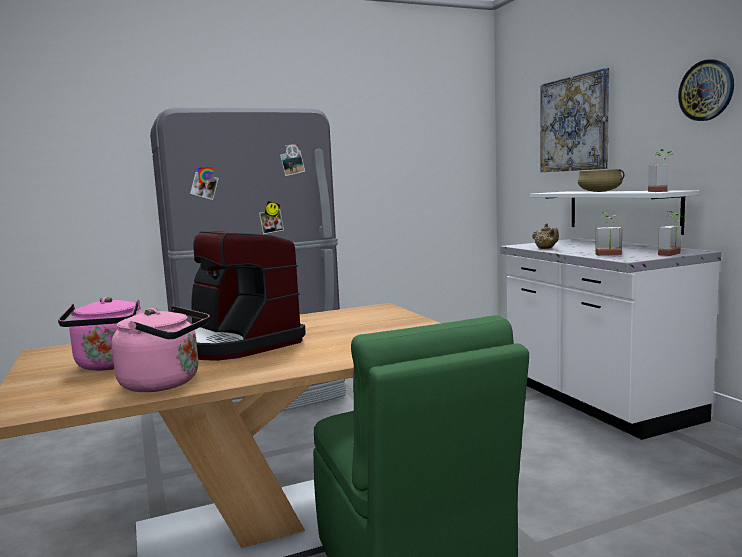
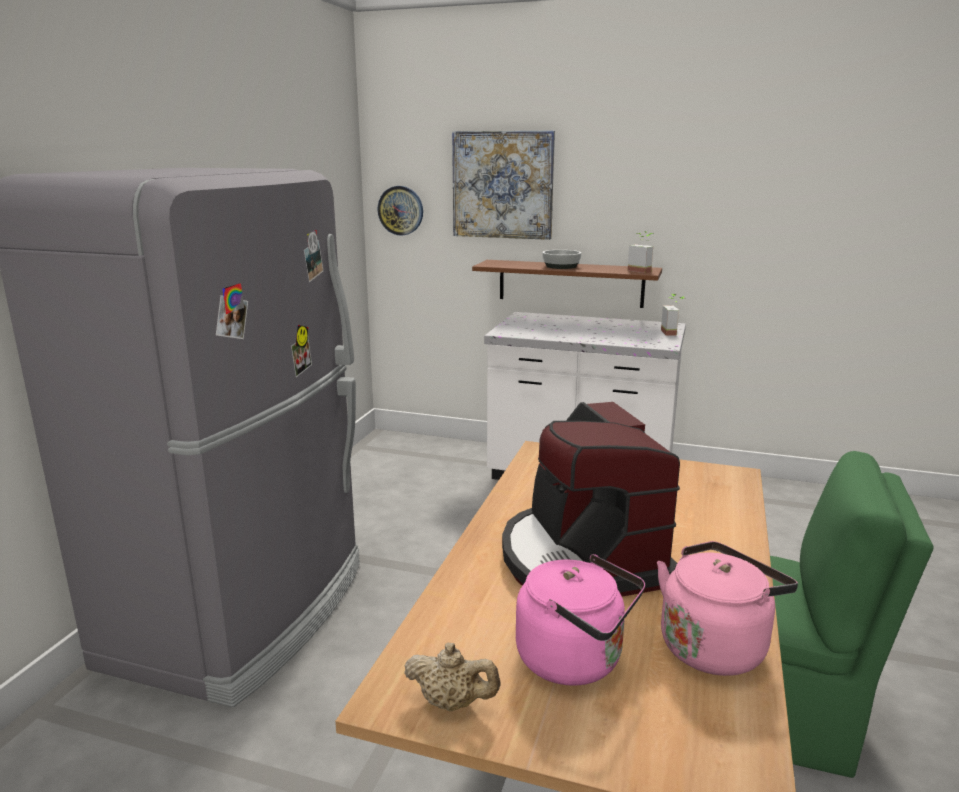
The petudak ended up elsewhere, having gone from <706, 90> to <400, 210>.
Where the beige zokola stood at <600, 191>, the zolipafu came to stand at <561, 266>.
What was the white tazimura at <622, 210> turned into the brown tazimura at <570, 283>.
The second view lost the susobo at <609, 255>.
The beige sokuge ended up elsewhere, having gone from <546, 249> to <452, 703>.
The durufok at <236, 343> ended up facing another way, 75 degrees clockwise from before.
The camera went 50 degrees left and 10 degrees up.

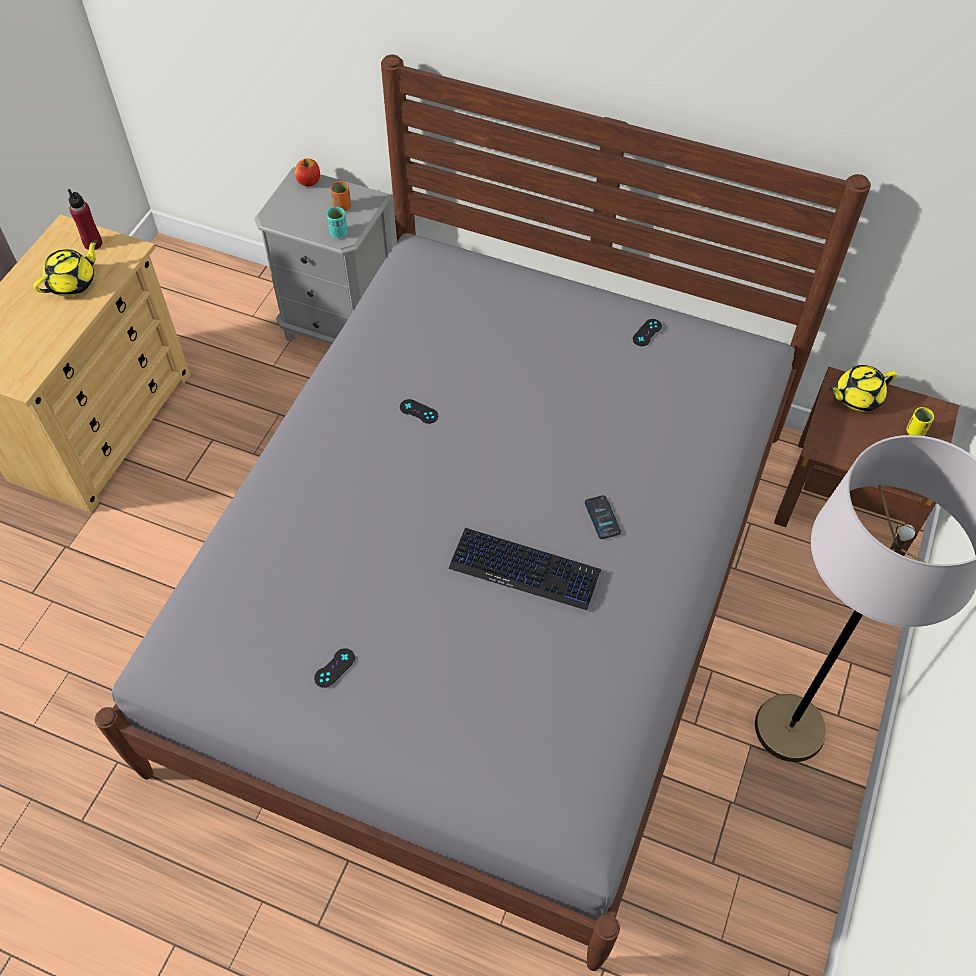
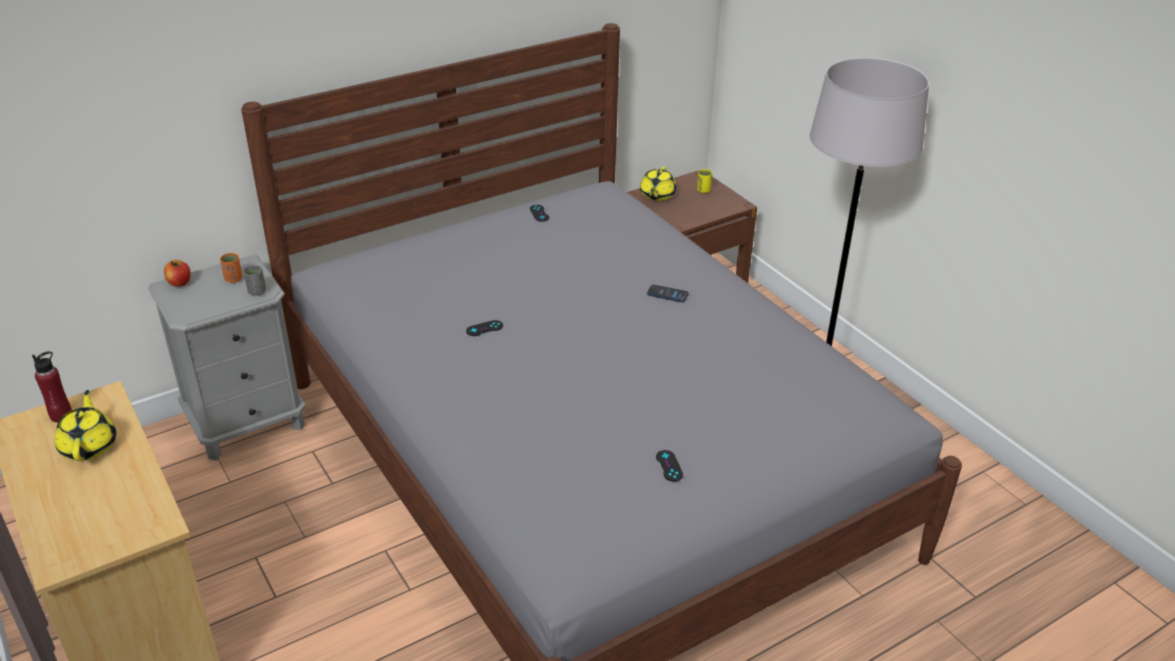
What was the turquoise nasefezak at <338, 233> turned into the grey nasefezak at <257, 291>.
The second view lost the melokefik at <525, 569>.
The camera went 55 degrees left and 20 degrees down.

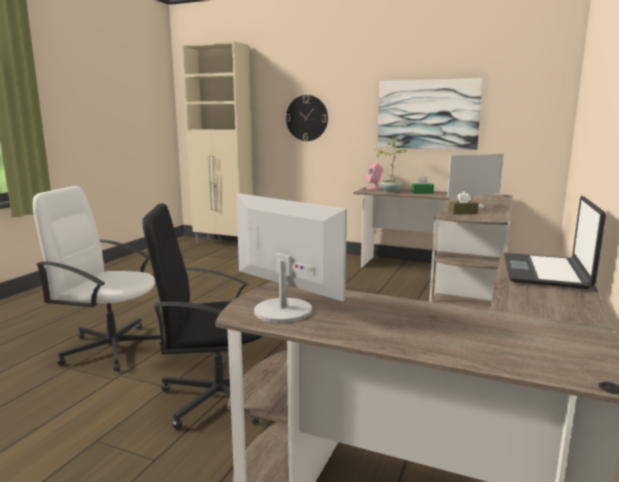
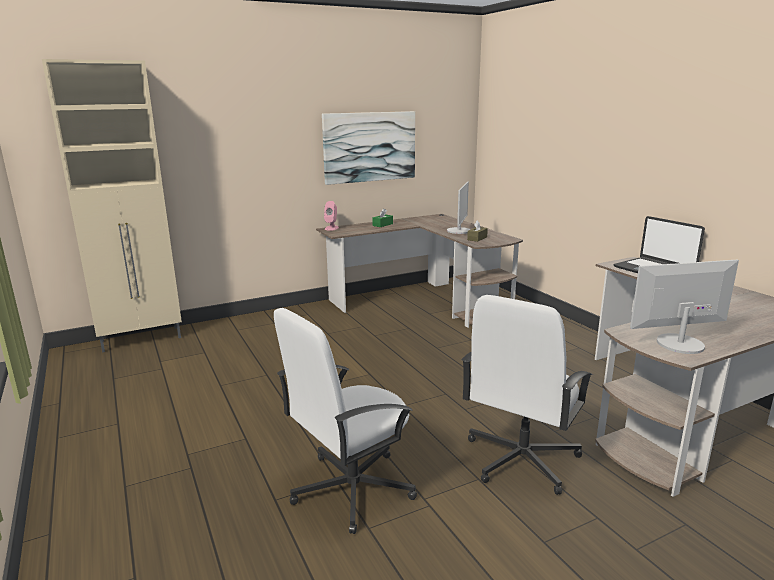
The second view lost the petudak at <307, 118>.
The second view lost the susobo at <390, 191>.
What was the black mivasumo at <217, 396> turned into the white mivasumo at <520, 459>.
The camera went 50 degrees left and 5 degrees up.

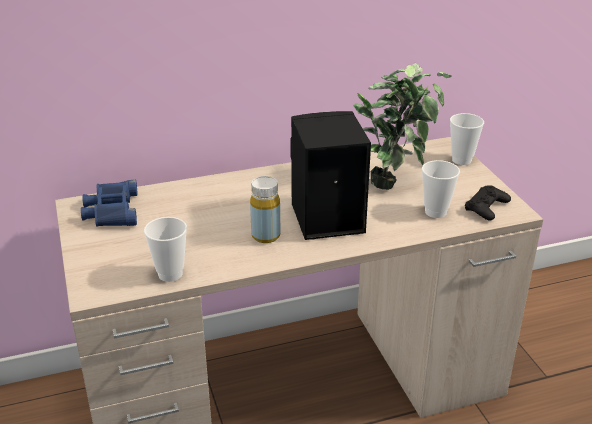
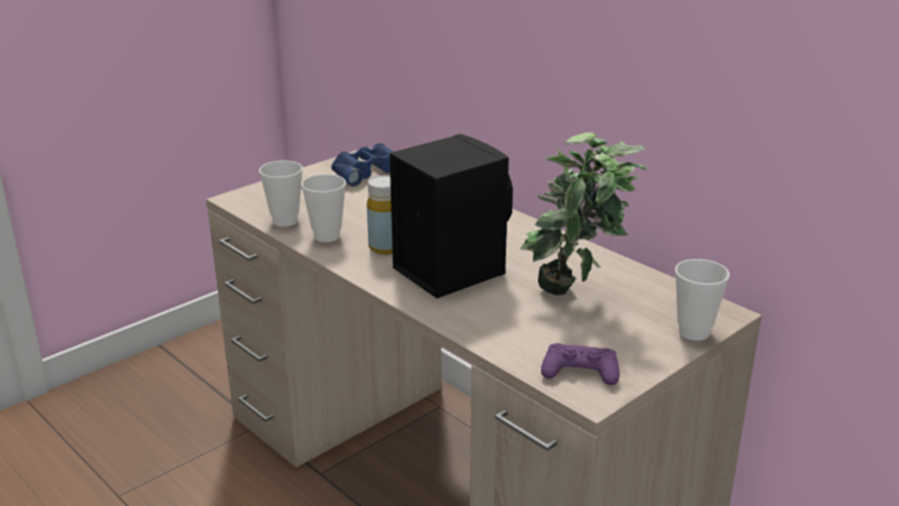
The nasefezak ended up elsewhere, having gone from <435, 212> to <327, 236>.
What was the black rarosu at <487, 207> turned into the purple rarosu at <580, 371>.
The camera went 65 degrees right and 5 degrees down.

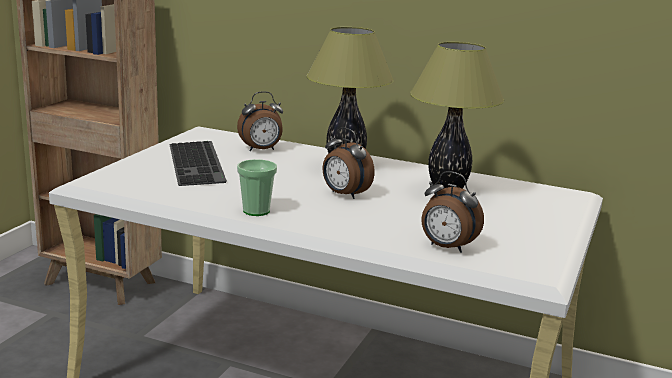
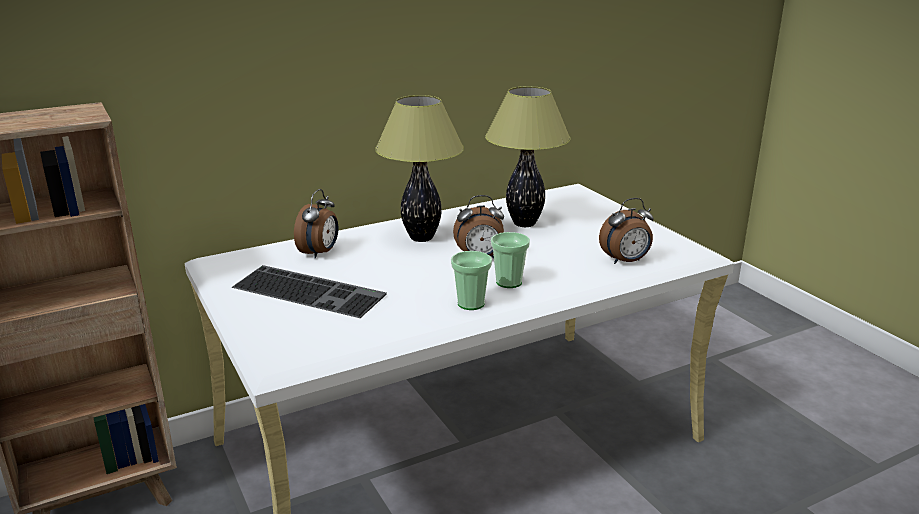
The second view gained the nasefezak at <509, 282>.
The camera went 50 degrees left and 5 degrees up.

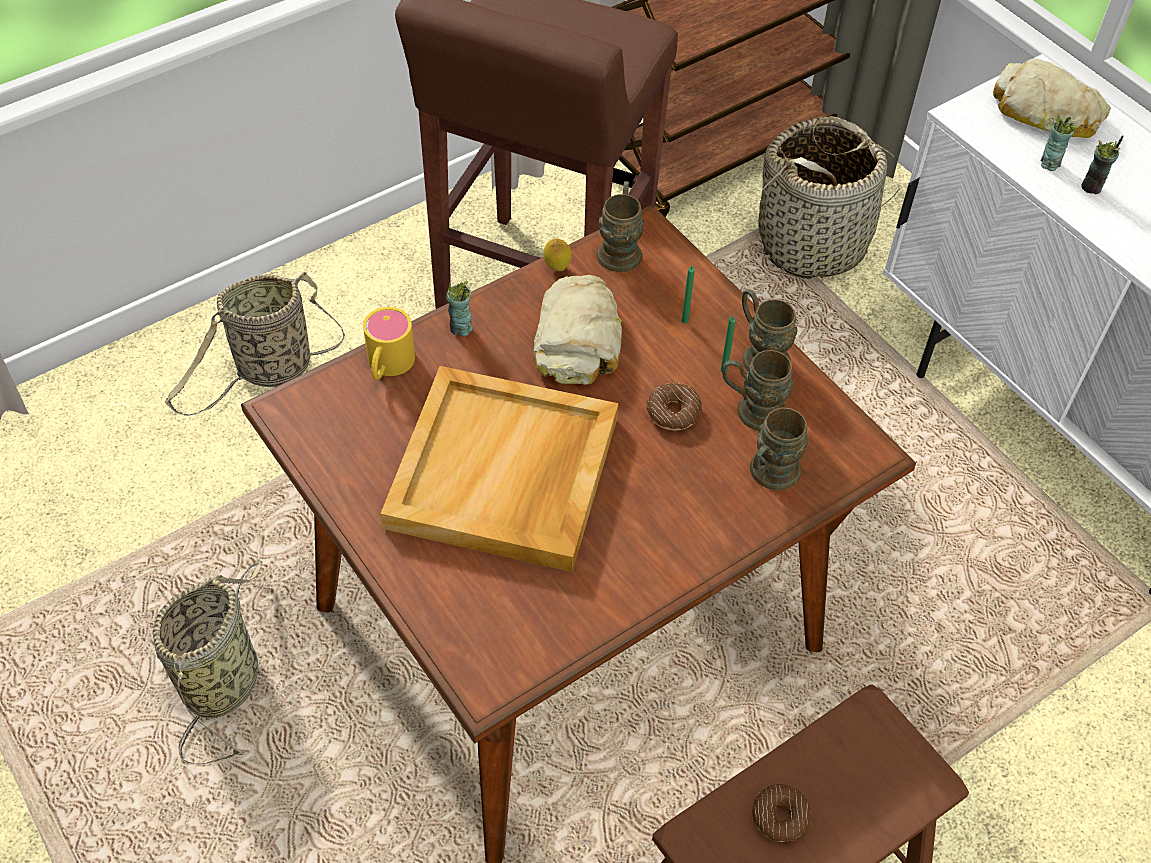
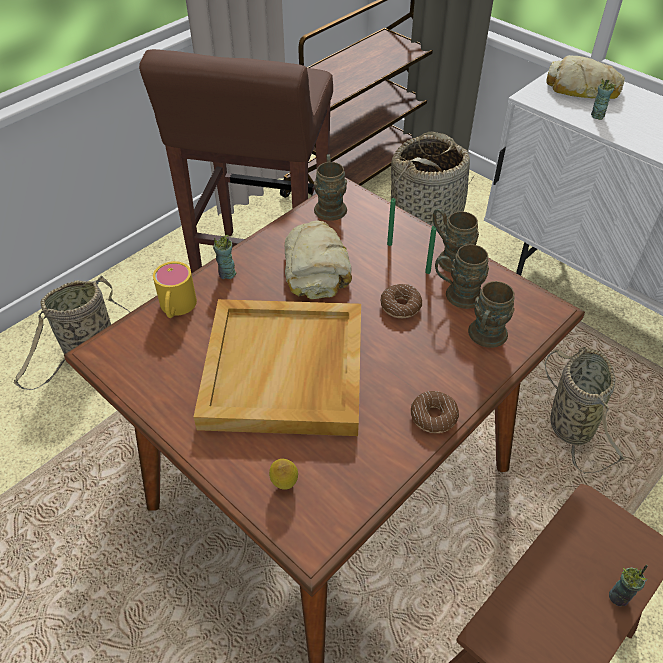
The nasefezak ended up elsewhere, having gone from <1092, 187> to <619, 597>.
The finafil ended up elsewhere, having gone from <557, 268> to <284, 484>.
The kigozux ended up elsewhere, having gone from <224, 678> to <569, 422>.
The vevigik ended up elsewhere, having gone from <780, 816> to <433, 416>.
The camera went 10 degrees left and 5 degrees down.

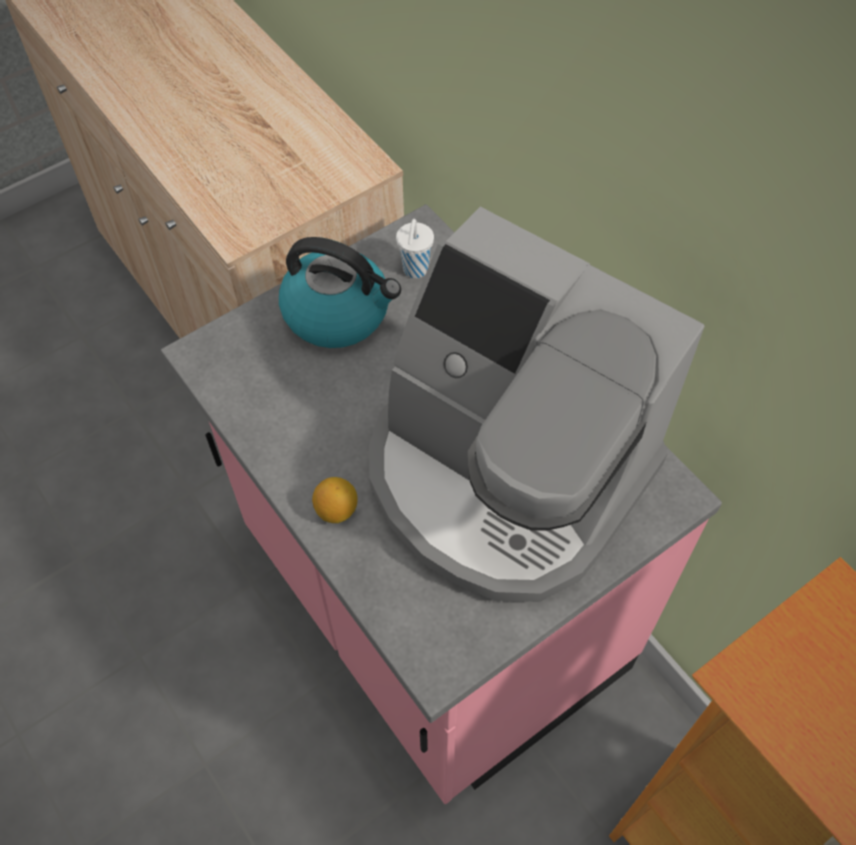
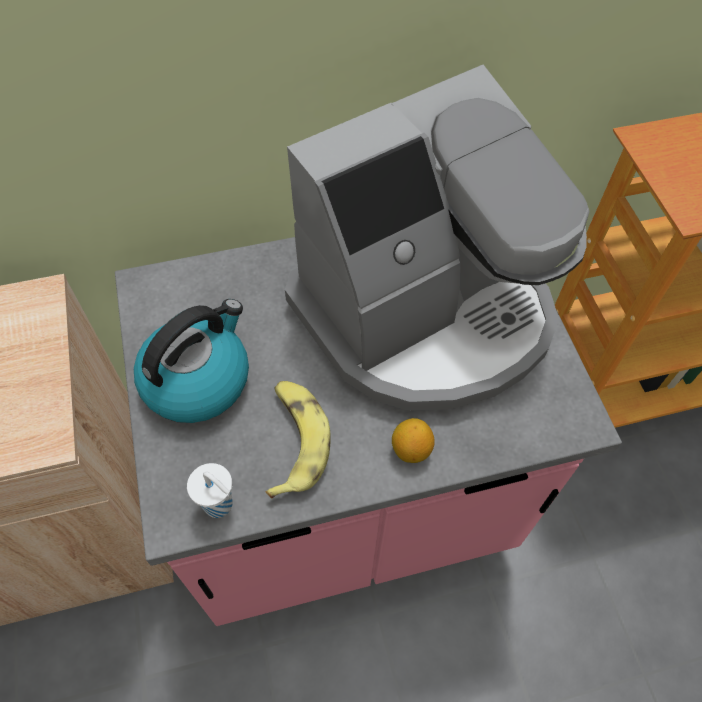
The white nasefezak ended up elsewhere, having gone from <415, 270> to <219, 505>.
The second view gained the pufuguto at <294, 440>.
The camera went 70 degrees left and 0 degrees up.

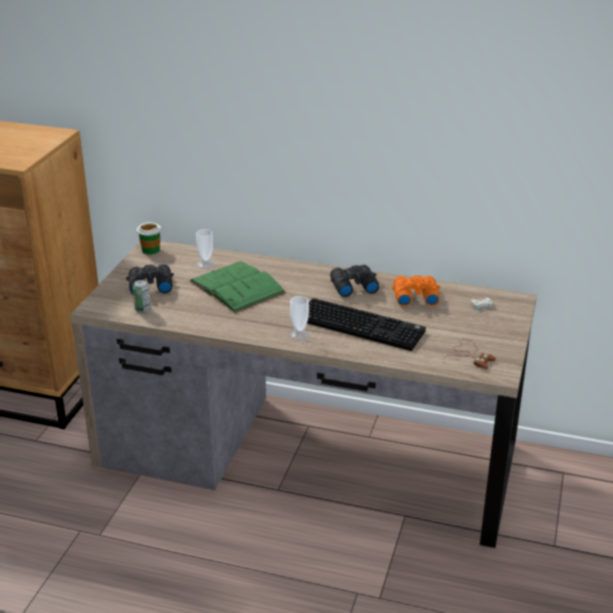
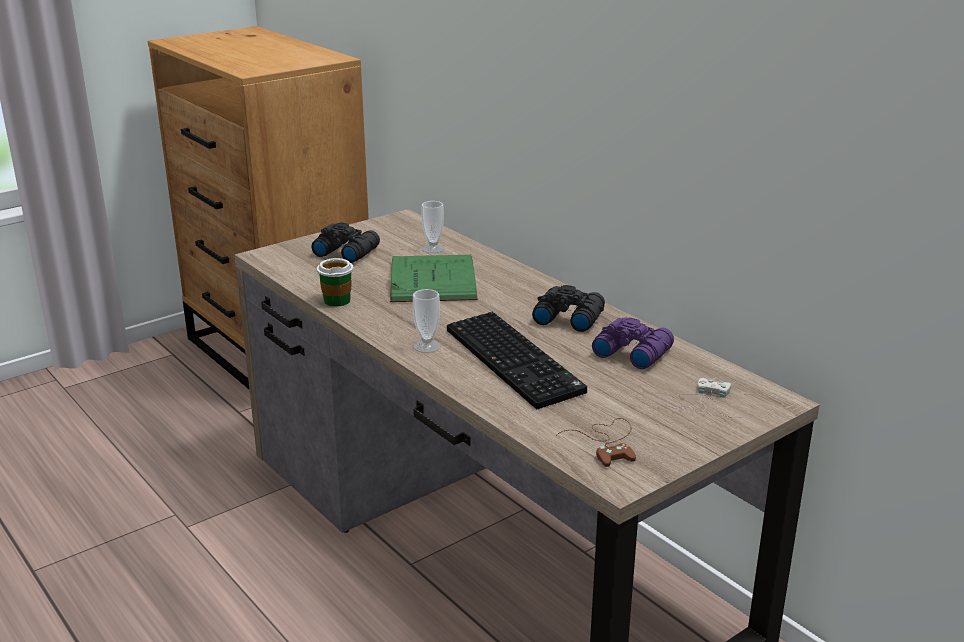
The nasefezak ended up elsewhere, having gone from <150, 250> to <337, 300>.
What was the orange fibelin at <414, 297> turned into the purple fibelin at <631, 352>.
The second view lost the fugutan at <143, 309>.
The camera went 35 degrees right and 5 degrees down.

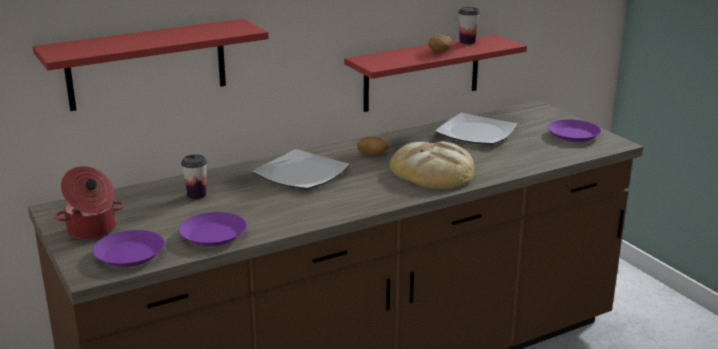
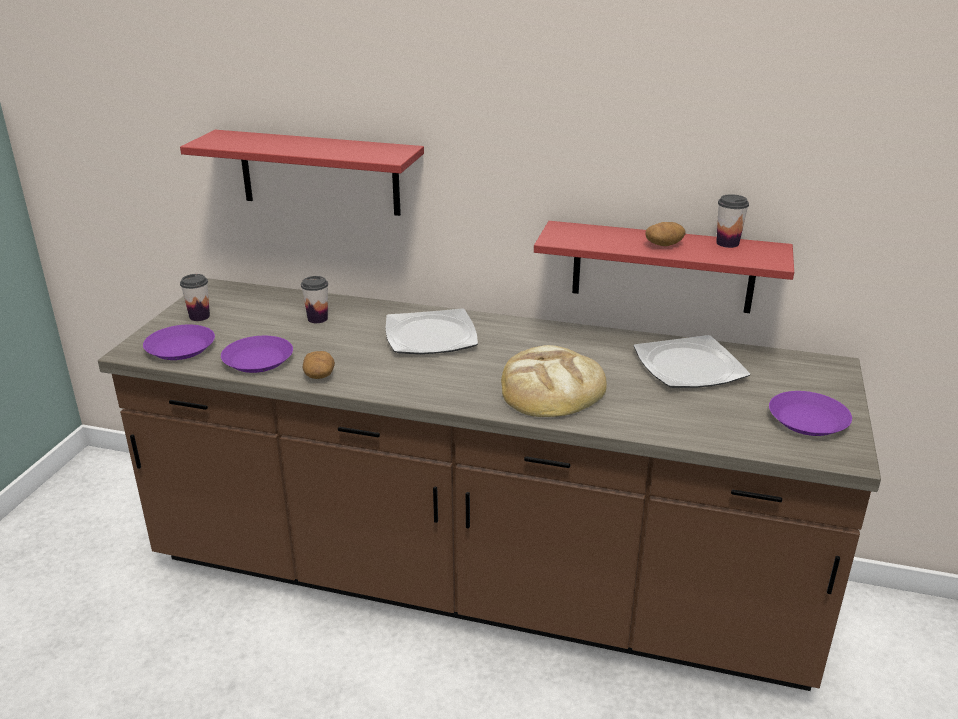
The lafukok ended up elsewhere, having gone from <373, 154> to <319, 375>.
Where the zokola stood at <92, 230>, the nasefezak came to stand at <199, 316>.
The camera went 45 degrees right and 5 degrees up.

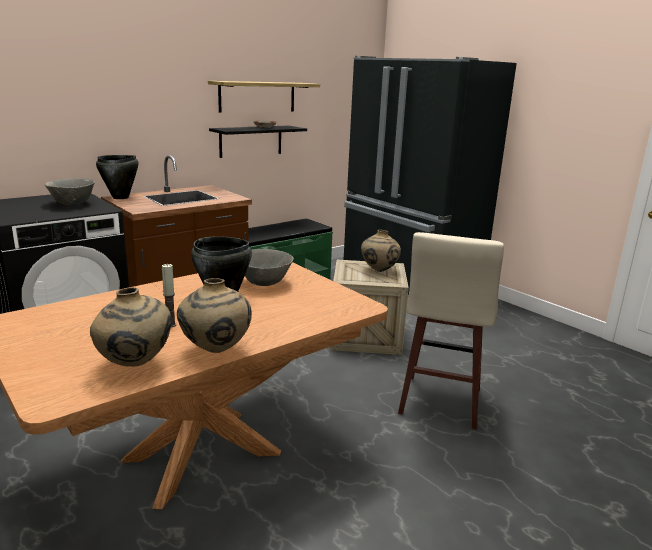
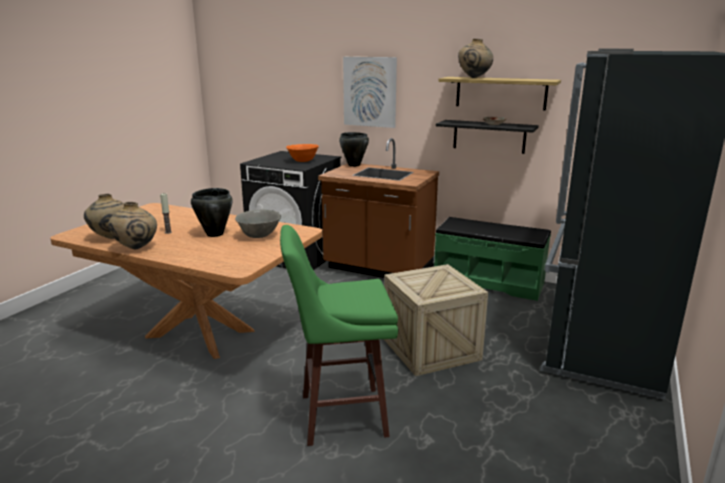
What was the grey zolipafu at <73, 204> turned into the orange zolipafu at <303, 161>.
The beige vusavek ended up elsewhere, having gone from <379, 271> to <474, 78>.
What was the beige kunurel at <439, 403> turned into the green kunurel at <340, 415>.
The second view gained the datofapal at <370, 92>.
The camera went 65 degrees right and 0 degrees up.

